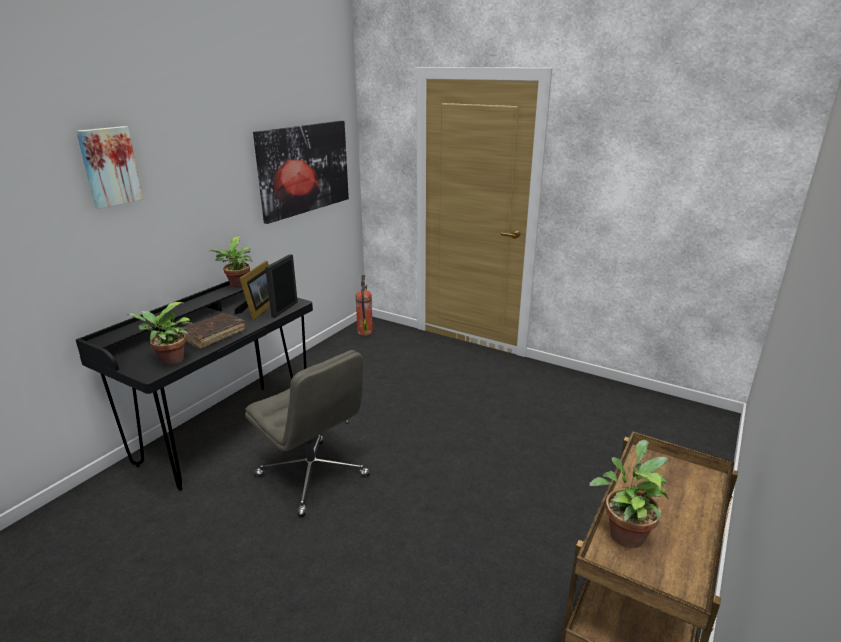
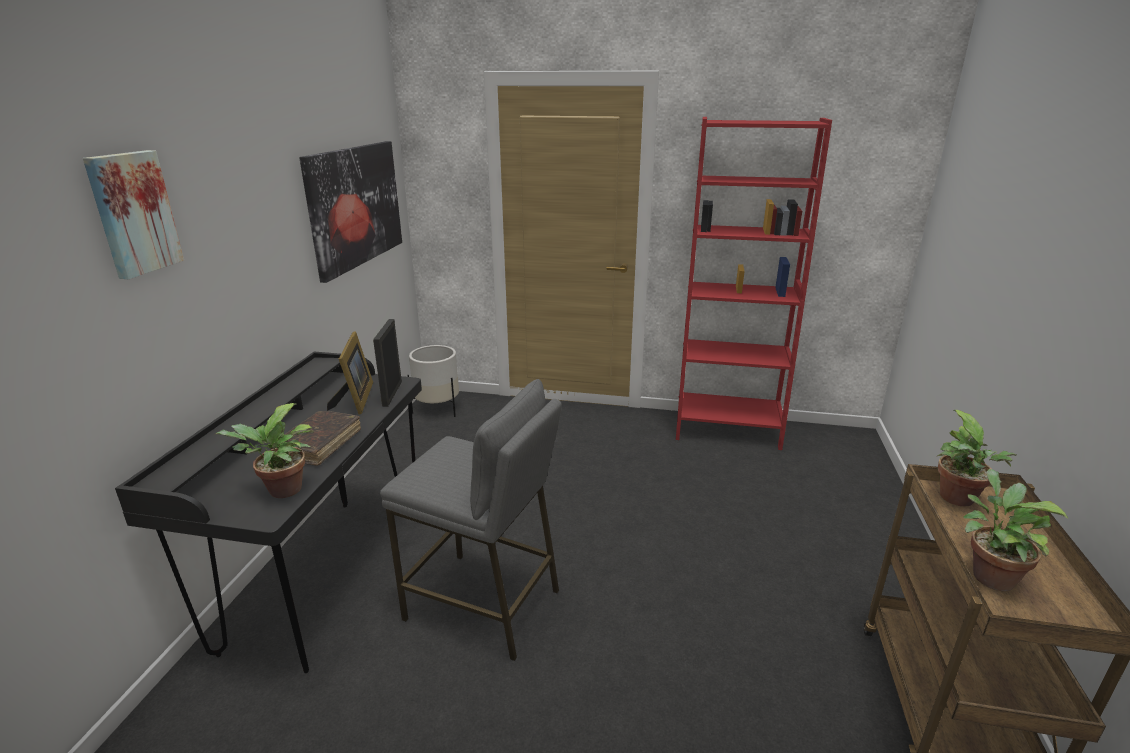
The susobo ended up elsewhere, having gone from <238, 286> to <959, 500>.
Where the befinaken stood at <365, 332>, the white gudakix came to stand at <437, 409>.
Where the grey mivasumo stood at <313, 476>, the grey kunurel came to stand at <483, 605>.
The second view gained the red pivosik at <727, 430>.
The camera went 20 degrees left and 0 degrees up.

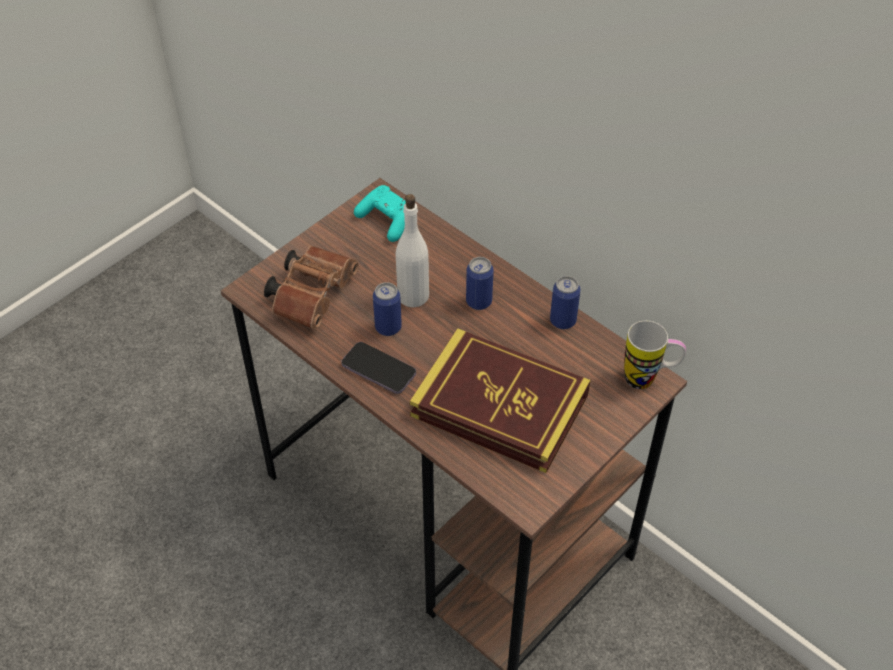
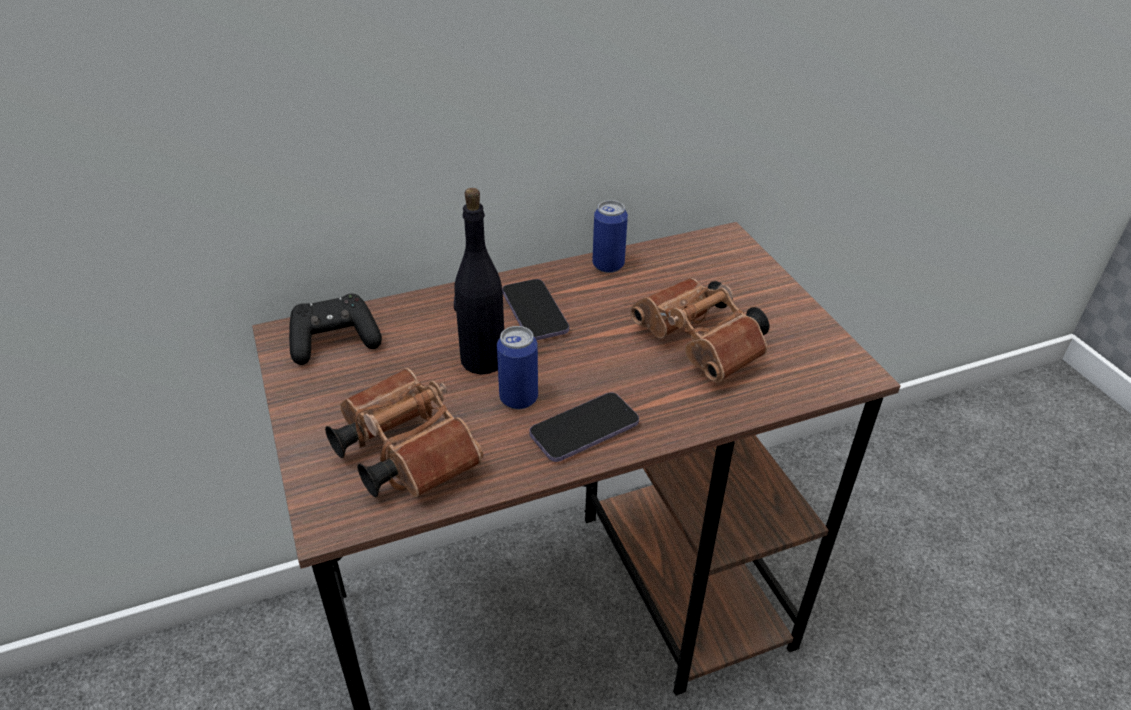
What was the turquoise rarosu at <387, 220> turned into the black rarosu at <335, 342>.
What was the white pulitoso at <413, 295> turned into the black pulitoso at <482, 360>.
Where the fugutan stood at <479, 302>, the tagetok came to stand at <535, 312>.
The second view lost the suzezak at <648, 379>.
Where the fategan stood at <499, 405>, the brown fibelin came to stand at <702, 347>.
The camera went 65 degrees left and 10 degrees down.

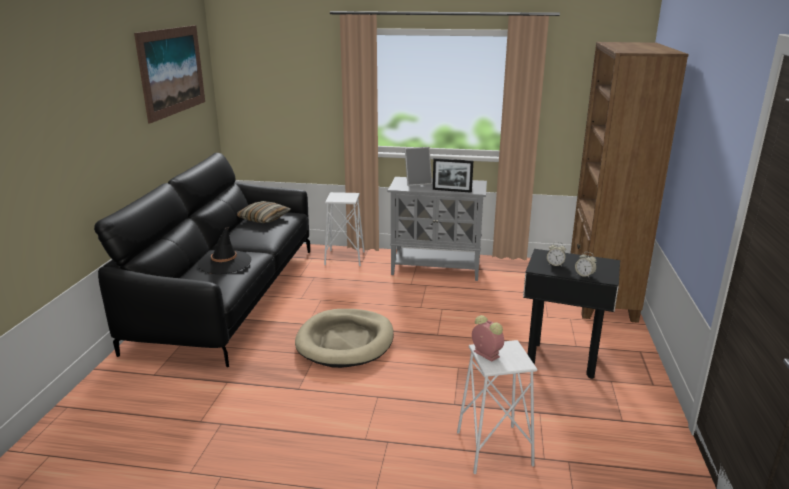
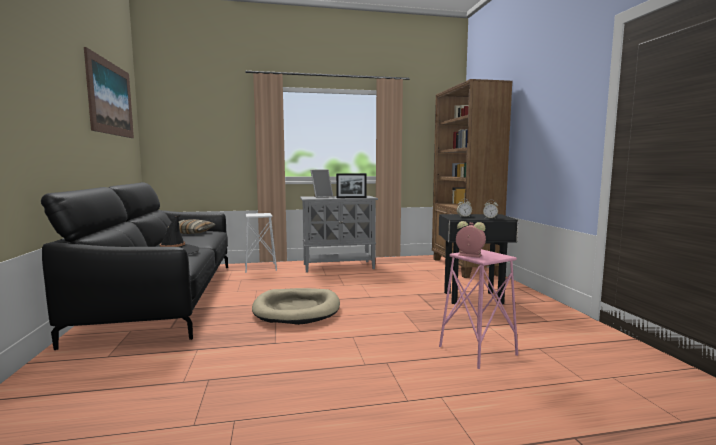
What was the white kunurel at <494, 448> turned into the pink kunurel at <477, 351>.
The camera went 20 degrees left and 15 degrees down.

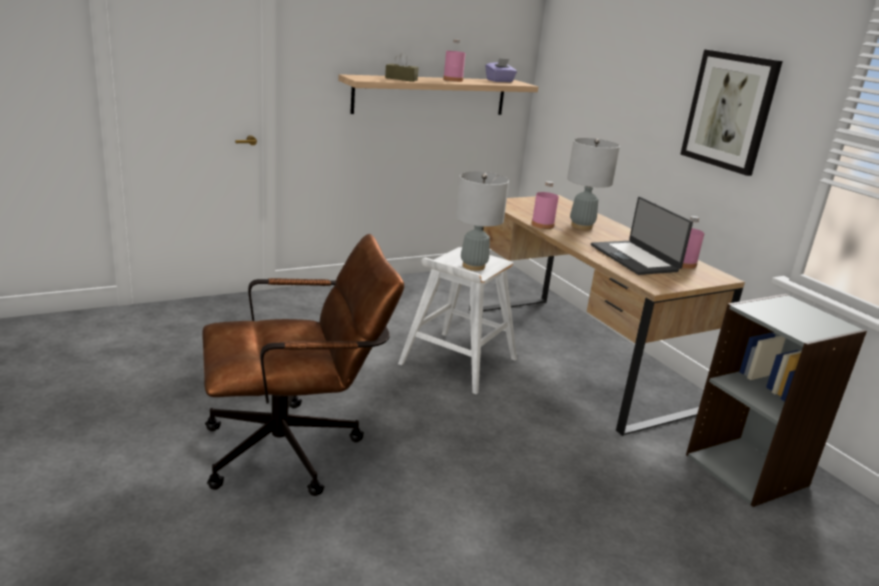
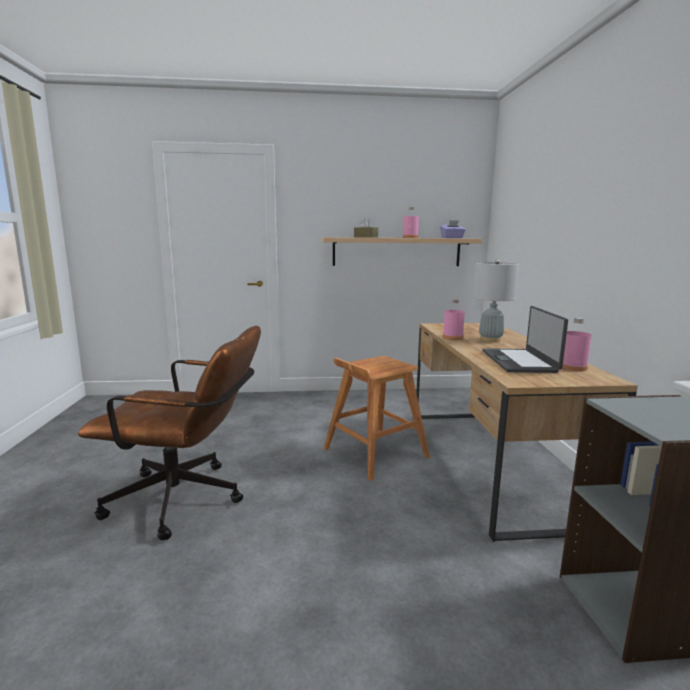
The second view lost the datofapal at <729, 111>.
The second view lost the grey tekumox at <473, 266>.
What was the white kunurel at <457, 362> turned into the brown kunurel at <374, 453>.
The camera went 25 degrees right and 10 degrees down.

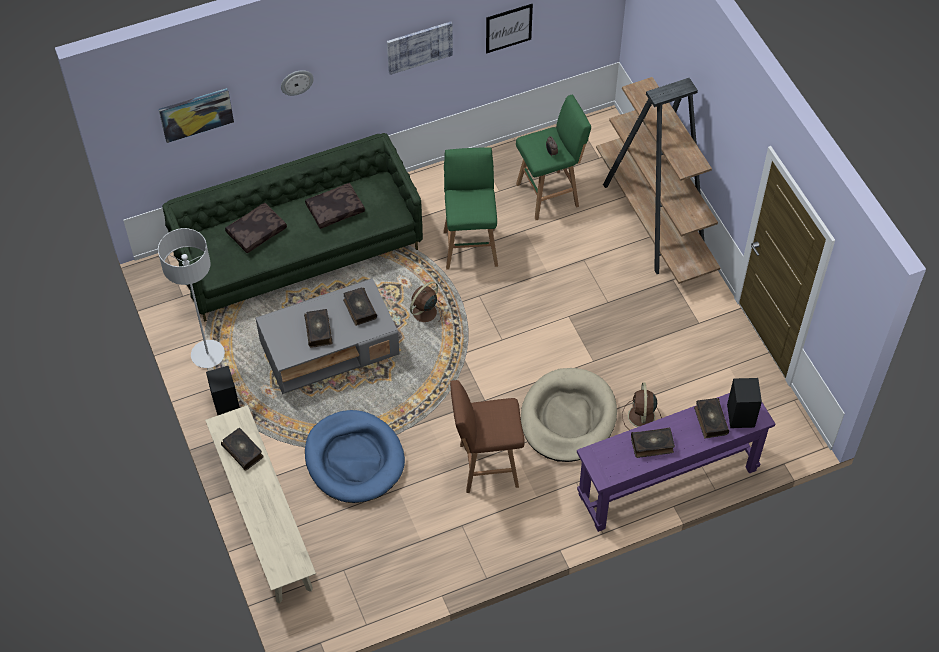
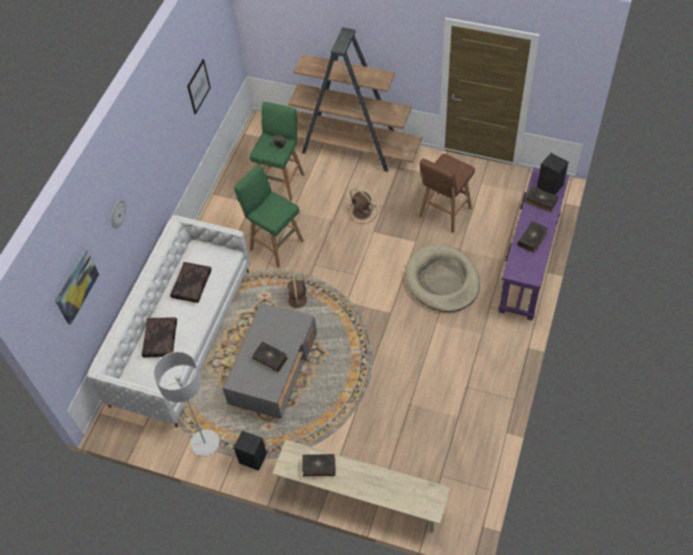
The second view lost the datofapal at <419, 47>.
What was the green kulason at <299, 251> turned into the white kulason at <182, 336>.
The second view lost the fategan at <359, 309>.
The brown kunurel ended up elsewhere, having gone from <486, 465> to <444, 213>.
The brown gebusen ended up elsewhere, having gone from <641, 417> to <362, 212>.
The second view lost the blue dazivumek at <354, 459>.
The camera went 45 degrees left and 0 degrees up.

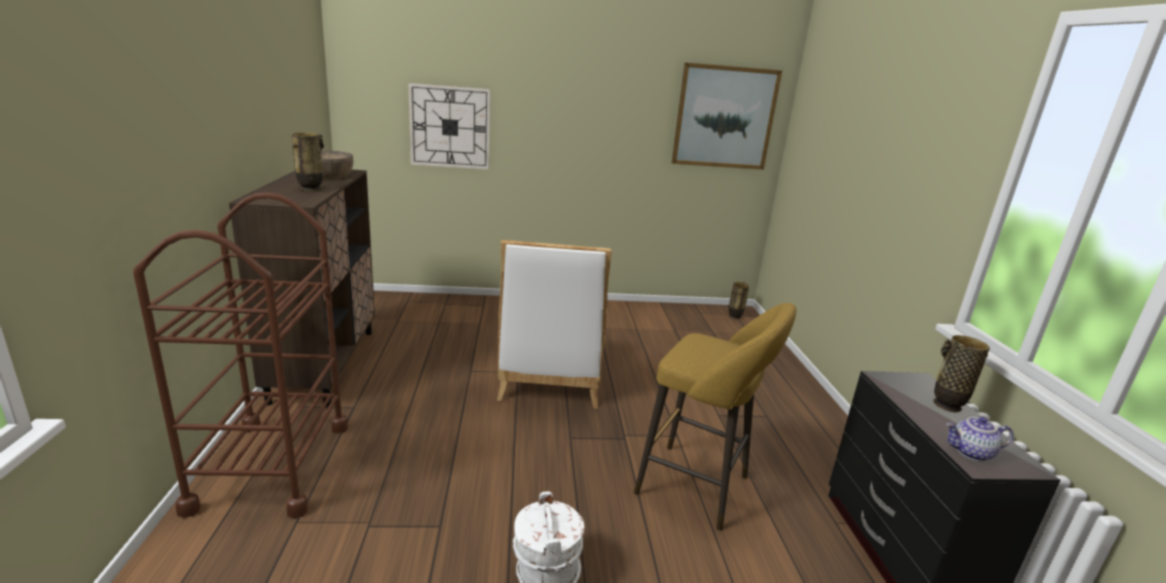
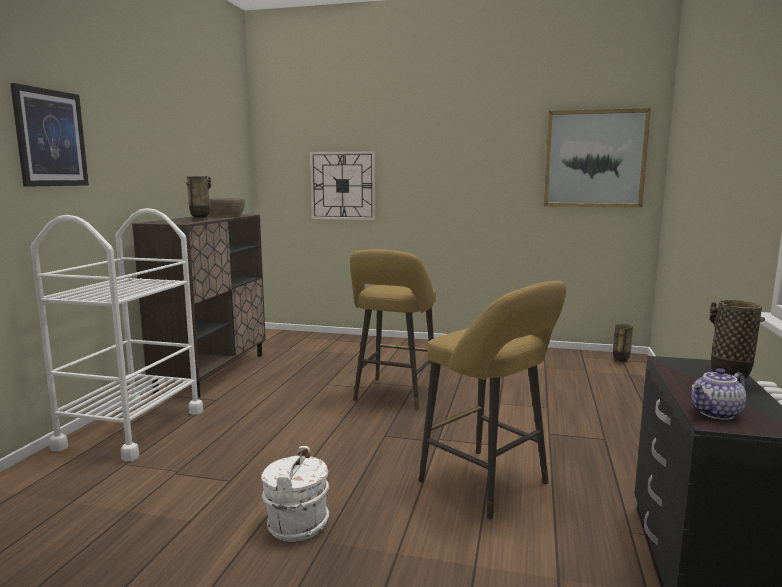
What was the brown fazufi at <272, 466> turned into the white fazufi at <132, 429>.
Where the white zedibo stood at <550, 380>, the yellow kunurel came to stand at <394, 395>.
The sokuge at <971, 453> ended up facing another way, 45 degrees counterclockwise from before.
The second view gained the datofapal at <50, 138>.
The camera went 20 degrees right and 10 degrees down.

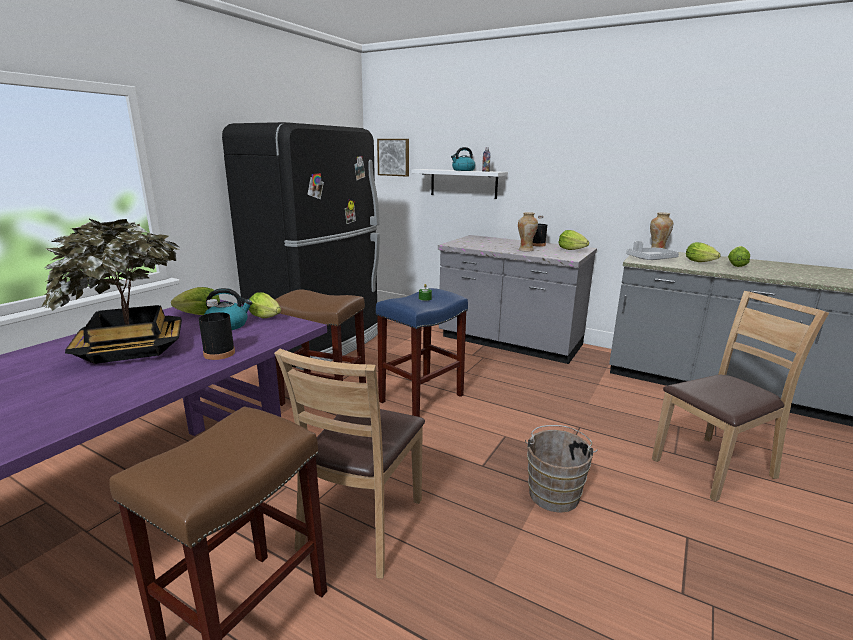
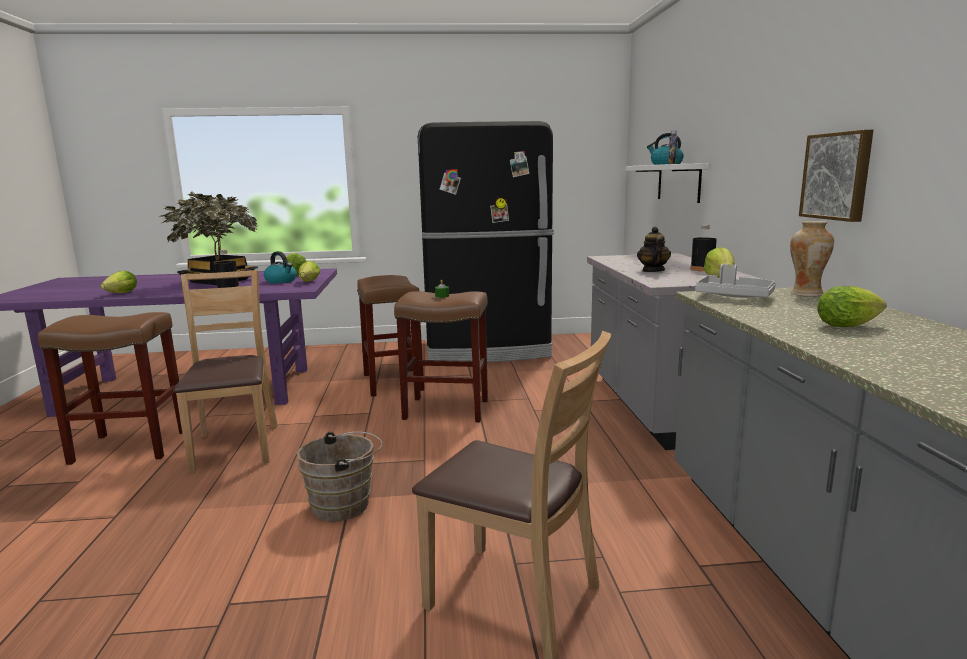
The datofapal ended up elsewhere, having gone from <394, 157> to <837, 176>.
Where the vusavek stood at <525, 250>, the sokuge came to stand at <652, 271>.
The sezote ended up elsewhere, having gone from <701, 262> to <120, 294>.
What was the blue kunurel at <422, 398> turned into the brown kunurel at <447, 409>.
The brown zedibo at <362, 525> ended up facing another way, 90 degrees clockwise from before.
The camera went 55 degrees right and 5 degrees down.

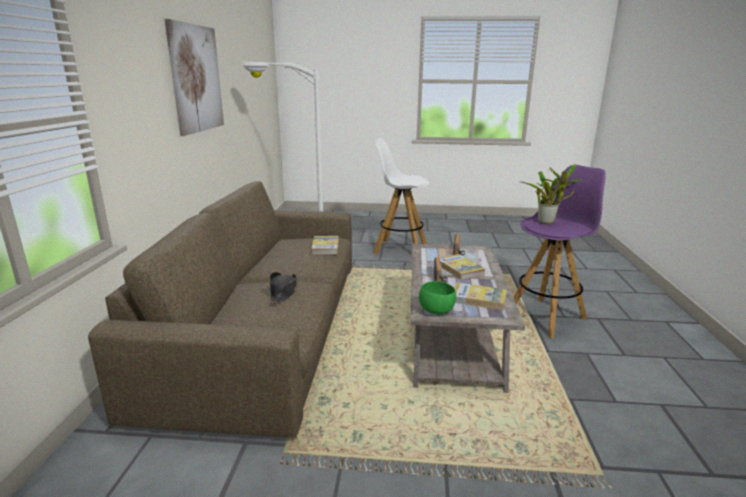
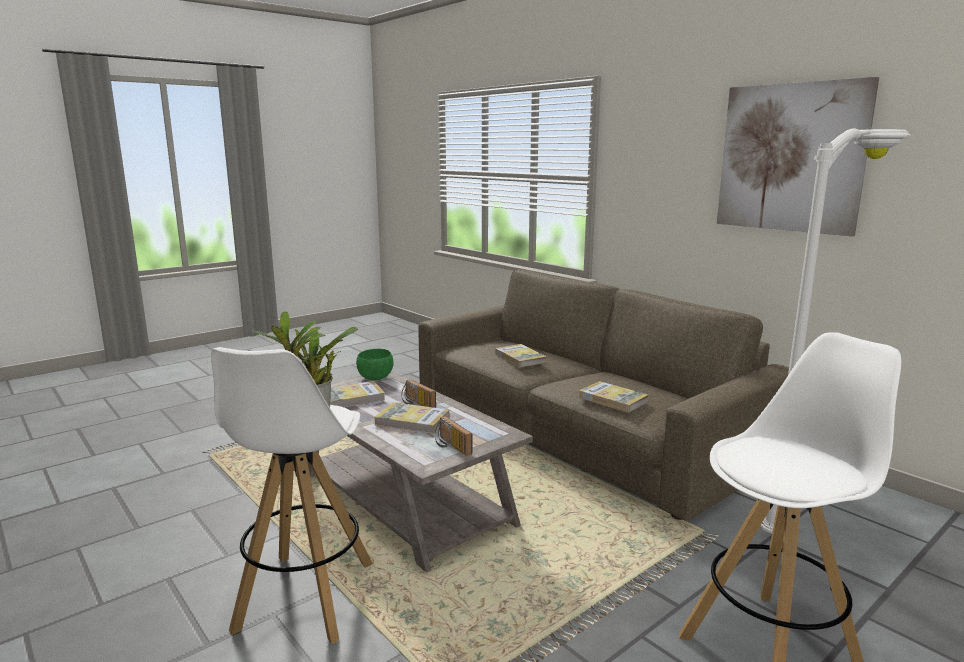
What was the purple kunurel at <546, 316> turned into the white kunurel at <305, 597>.
Where the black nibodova stood at <283, 293>, the fategan came to stand at <520, 358>.
The camera went 135 degrees right and 5 degrees down.

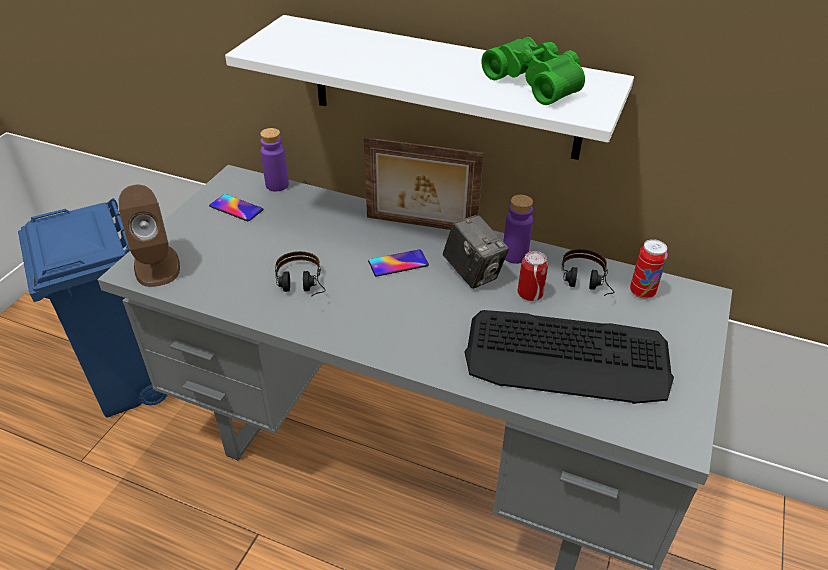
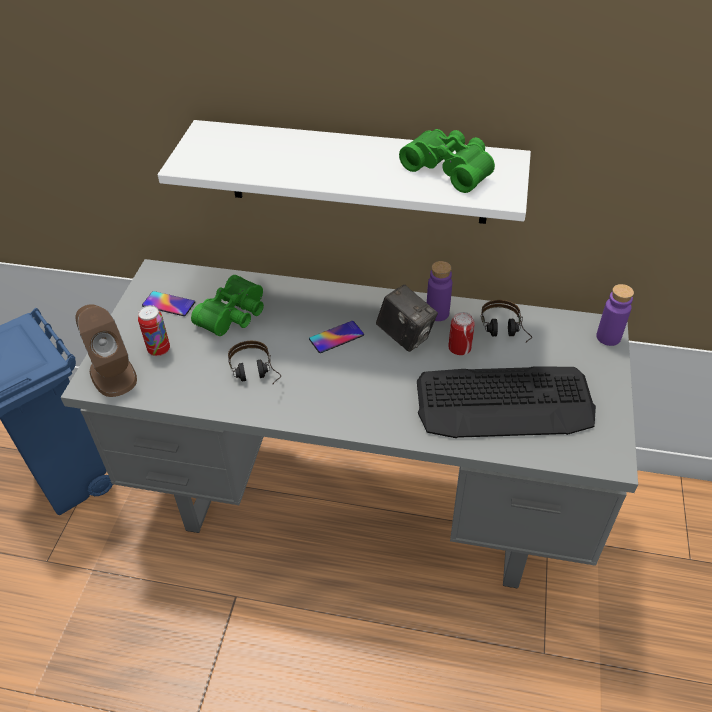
The purple pulitoso ended up elsewhere, having gone from <277, 185> to <608, 337>.
The second view lost the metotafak at <421, 226>.
The fugutan ended up elsewhere, having gone from <642, 292> to <159, 350>.
The second view gained the green fibelin at <235, 315>.
The camera went 10 degrees left and 5 degrees up.

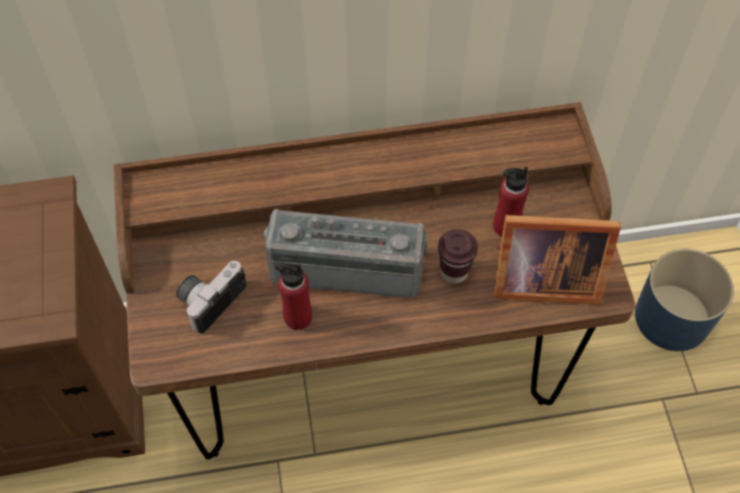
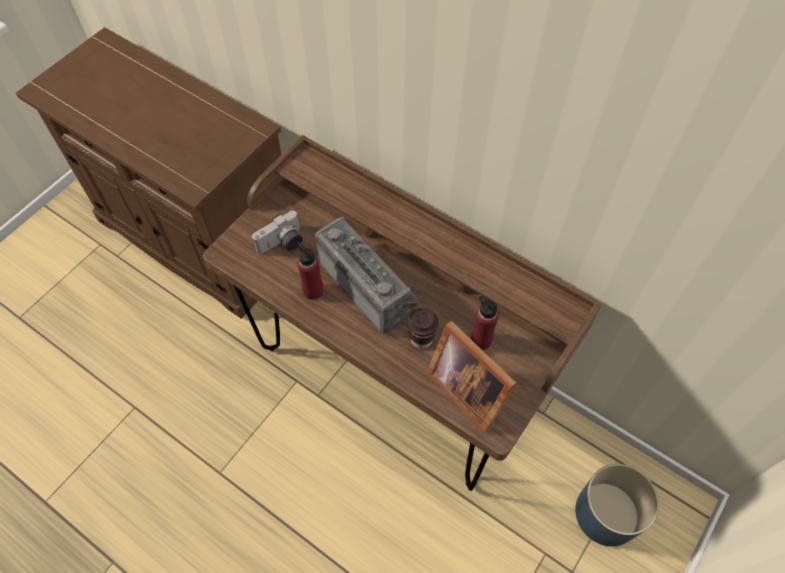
The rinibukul at <210, 299> ended up facing another way, 150 degrees clockwise from before.
The camera went 45 degrees right and 0 degrees up.

